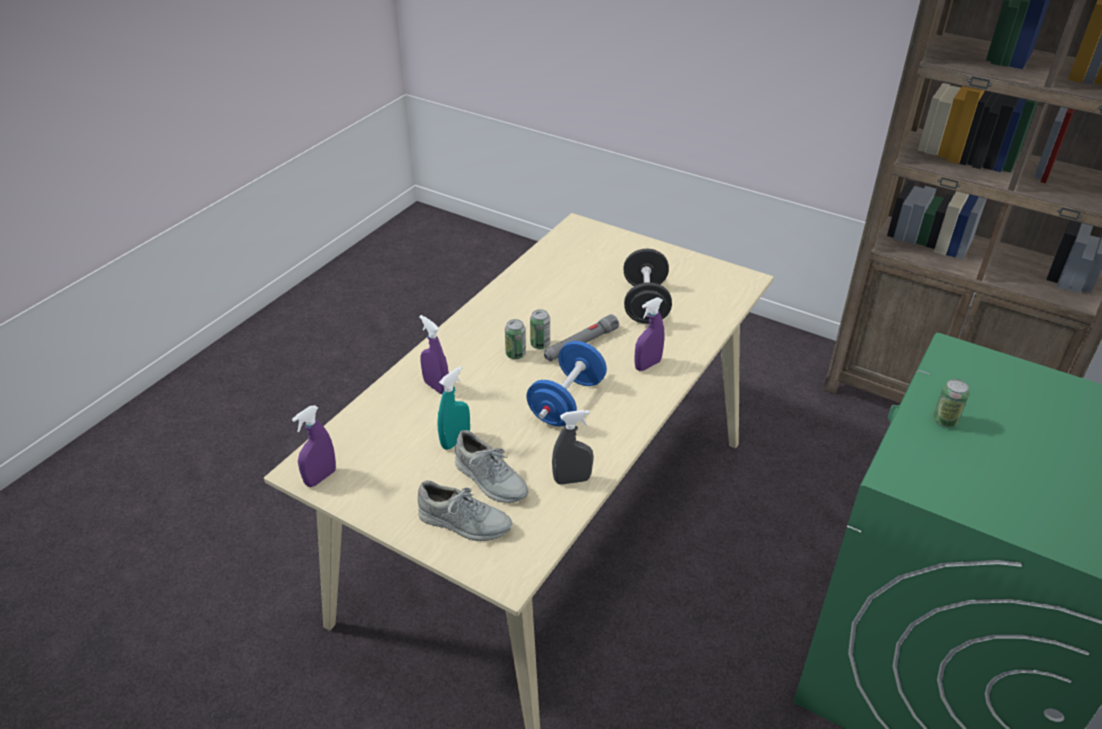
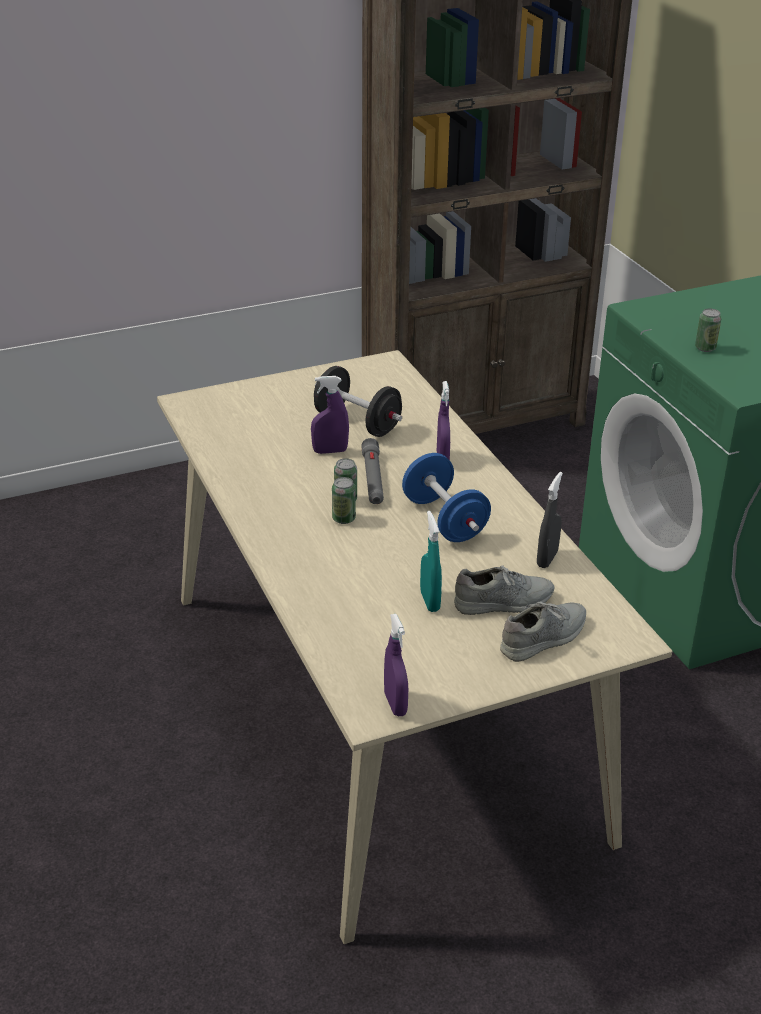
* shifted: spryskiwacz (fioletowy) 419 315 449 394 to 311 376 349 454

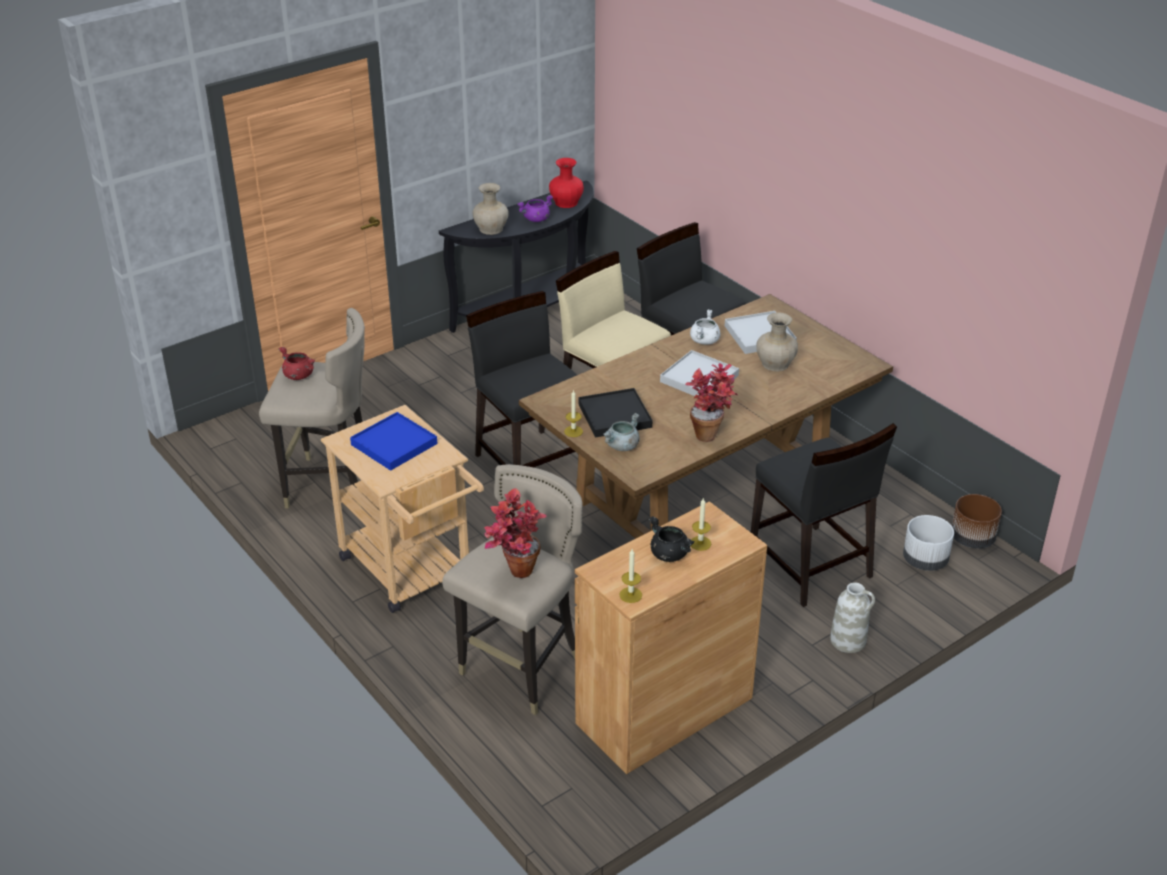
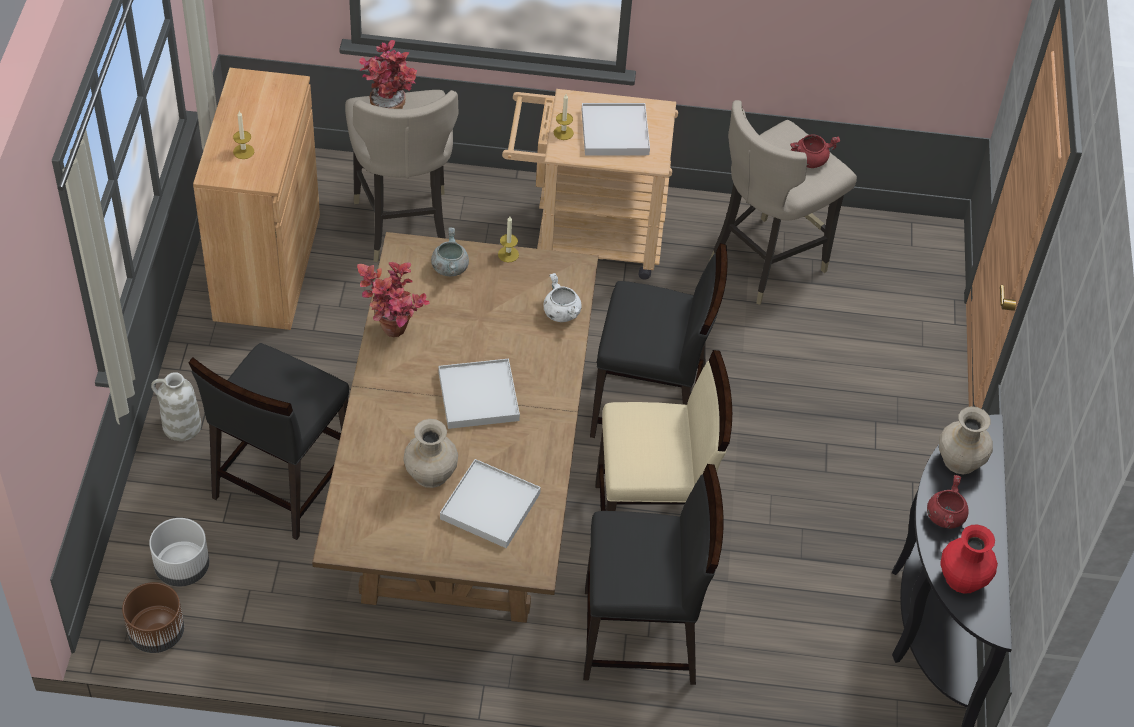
* repainted: taca (niebieski) 350 412 437 471 to taca (biały) 582 103 650 156
* repainted: garnek (fioletowy) 517 195 553 222 to garnek (czerwony) 927 475 969 529
* gone: taca (czarny) 579 388 652 438
* shifted: świeca 620 549 642 603 to 554 94 574 140
* gone: garnek (czarny) 649 516 695 562
* shifted: garnek (biały) 690 309 720 345 to 543 273 582 322
* rotated: krzesło (czarny) 751 423 897 607 = 189 343 349 540 75 degrees counterclockwise

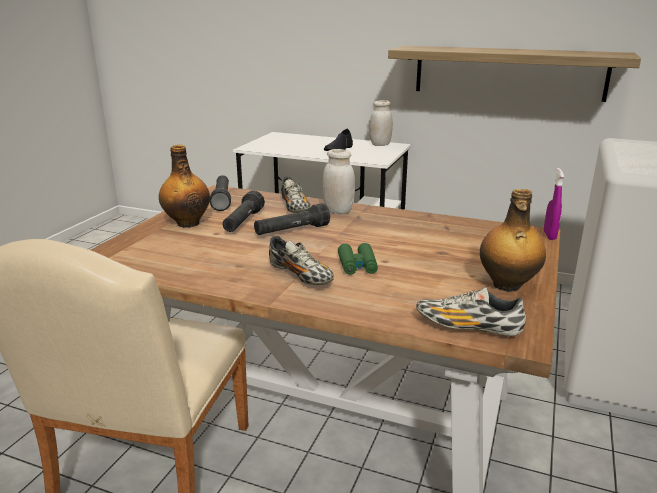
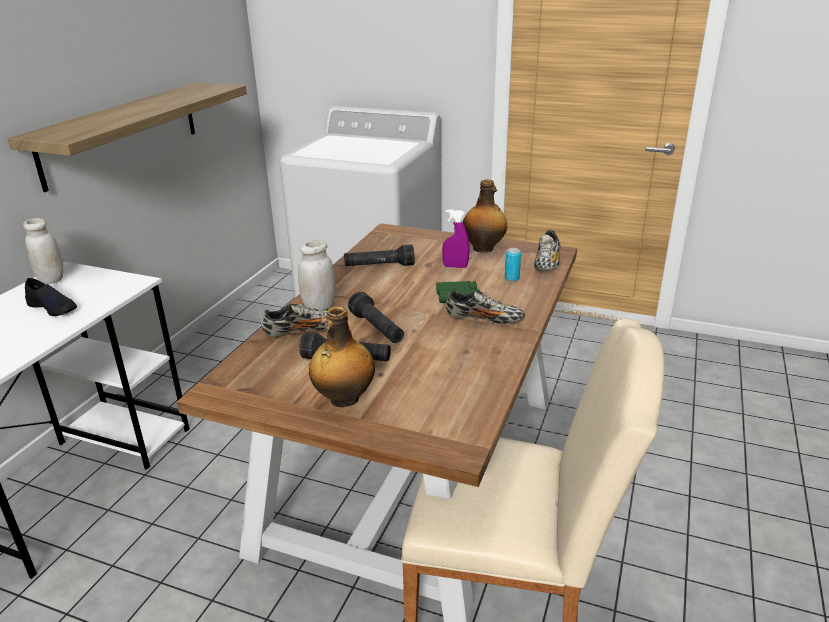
* shifted: latarka (czarny) 209 175 231 211 to 344 244 415 266
* rotated: but 269 236 334 285 = 446 290 525 324 60 degrees clockwise
* shifted: spryskiwacz (fioletowy) 544 168 564 240 to 442 209 469 268
* new: puszka 505 248 521 281

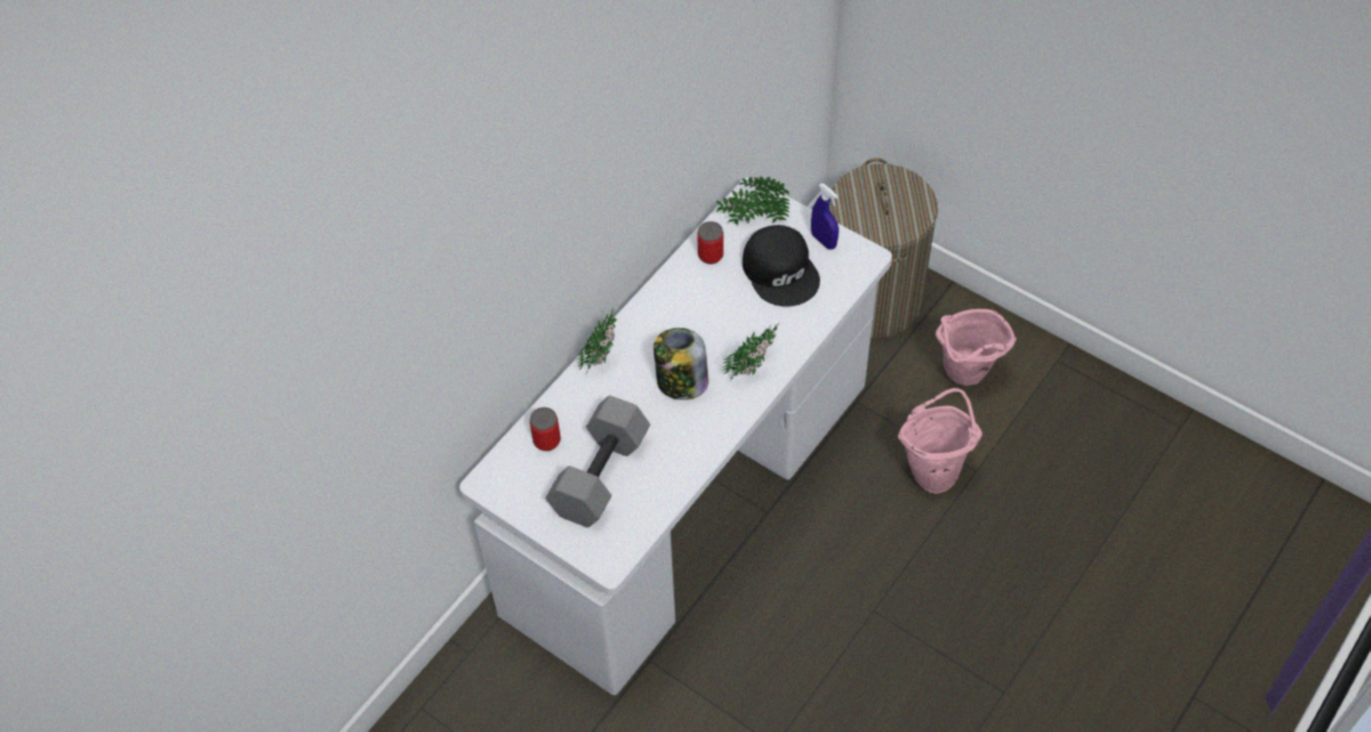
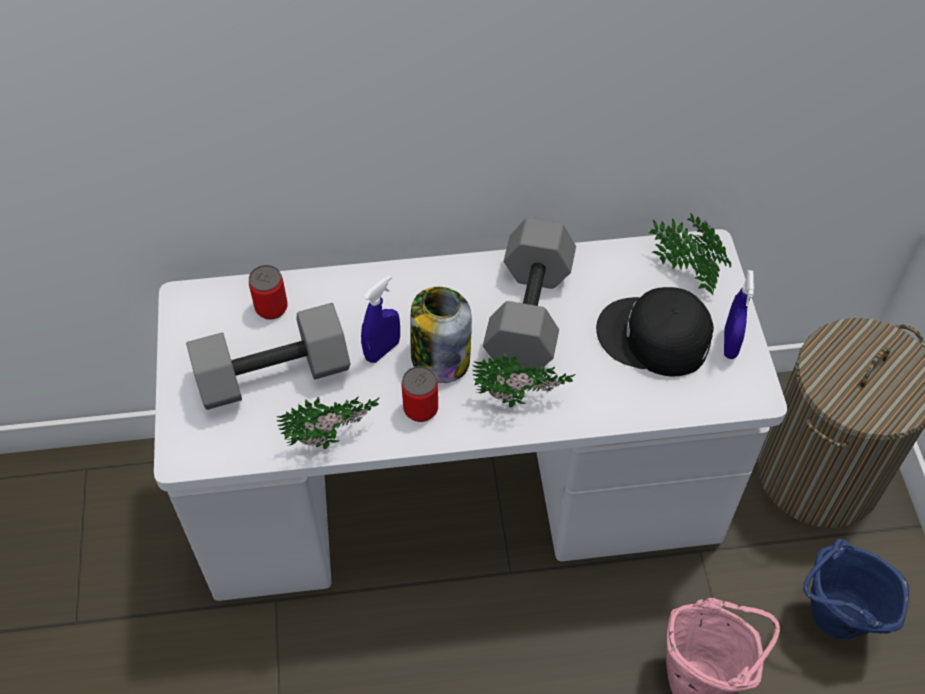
* shifted: roślina doniczkowa 577 308 617 376 to 276 396 380 449
* shifted: puszka 697 221 724 264 to 402 366 438 422
* rotated: czapka z daszkiem (czarny) 742 225 820 307 = 596 287 714 377 90 degrees clockwise
* repainted: wiadro (różowy) 935 309 1016 386 to wiadro (niebieski) 803 539 909 639
* new: spryskiwacz (niebieski) 361 275 400 363
* new: hantel (szary) 483 218 576 371

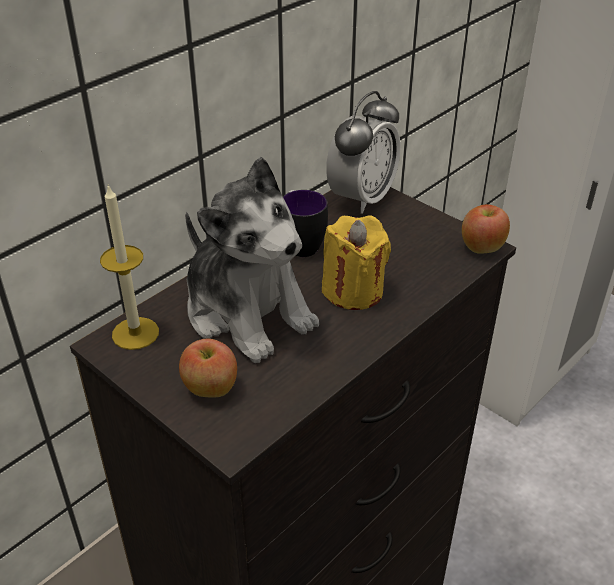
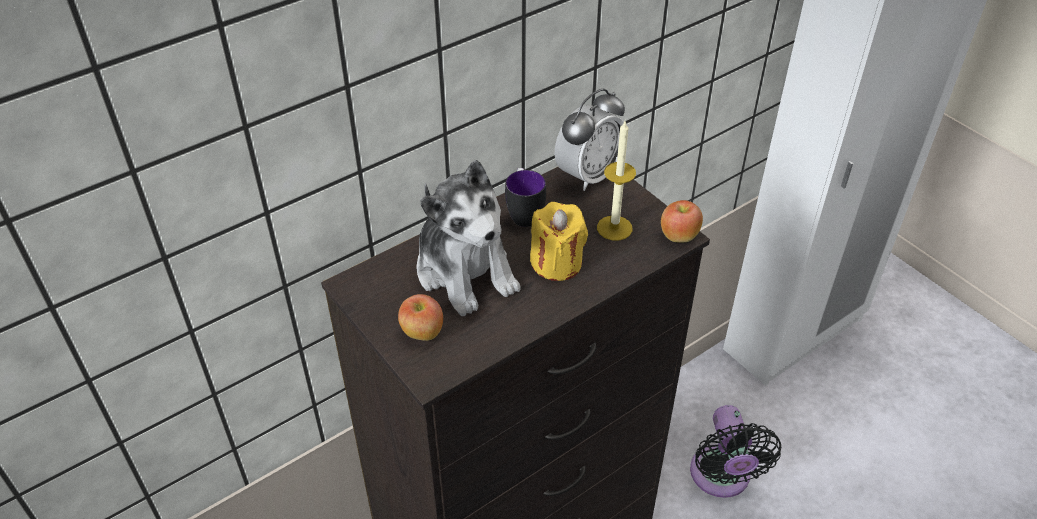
* shifted: świeca 100 184 159 350 to 597 121 636 241
* new: wentylator (czarny) 690 405 781 498

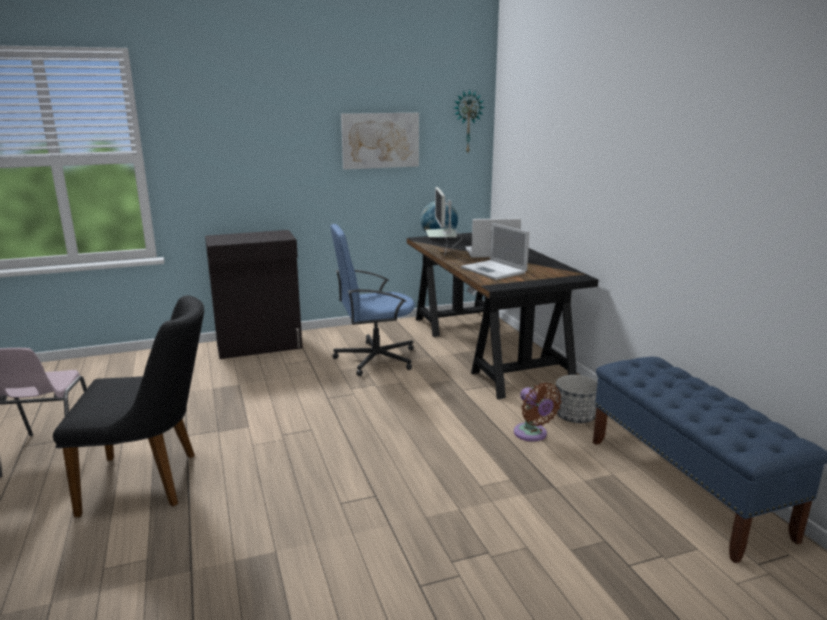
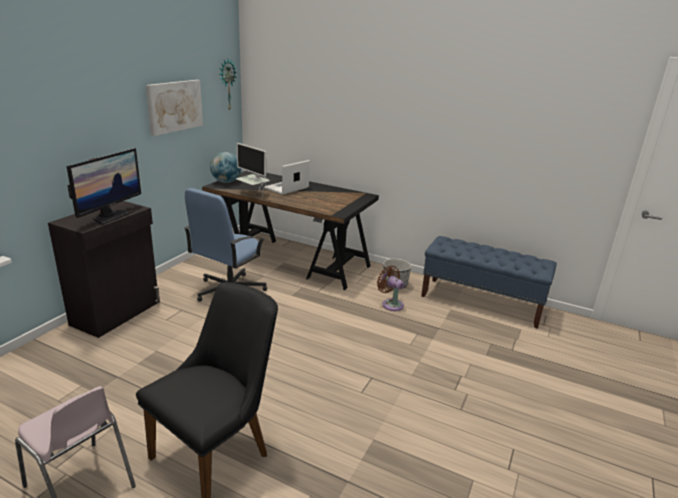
* gone: laptop 461 223 530 280
* rotated: wentylator (brązowy) 514 383 562 441 = 377 266 404 311 150 degrees counterclockwise
* new: monitor 67 148 141 225

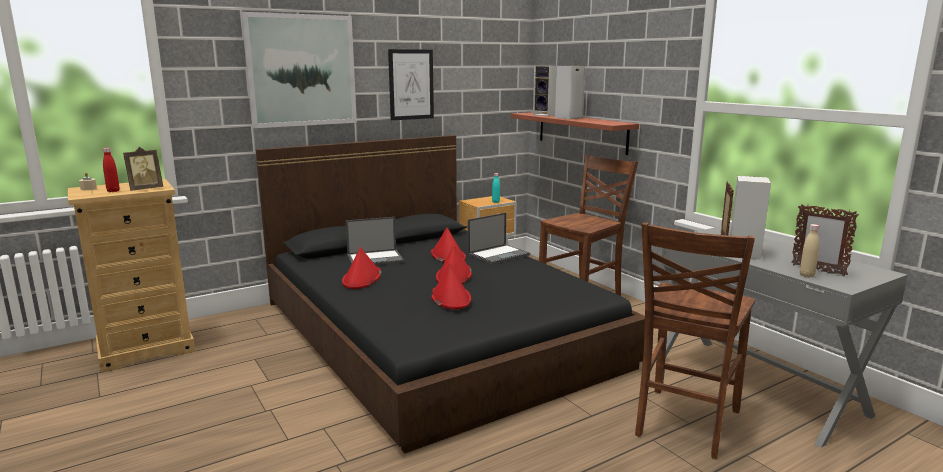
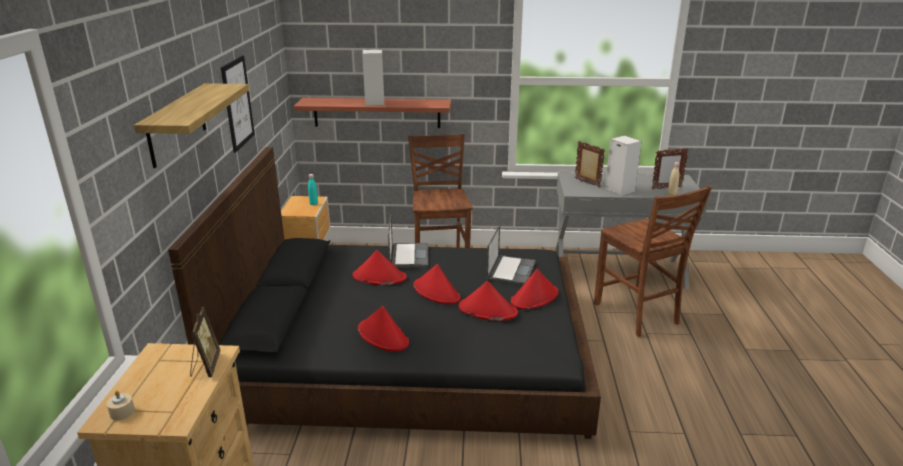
* gone: butelka (czerwony) 103 148 120 192
* swapped: obraz 241 12 357 128 to półka 134 83 249 168
* shifted: laptop 346 217 404 265 to 487 225 536 285
* gone: głośnik 533 65 562 116
* new: kapelusz (czerwony) 511 269 558 309

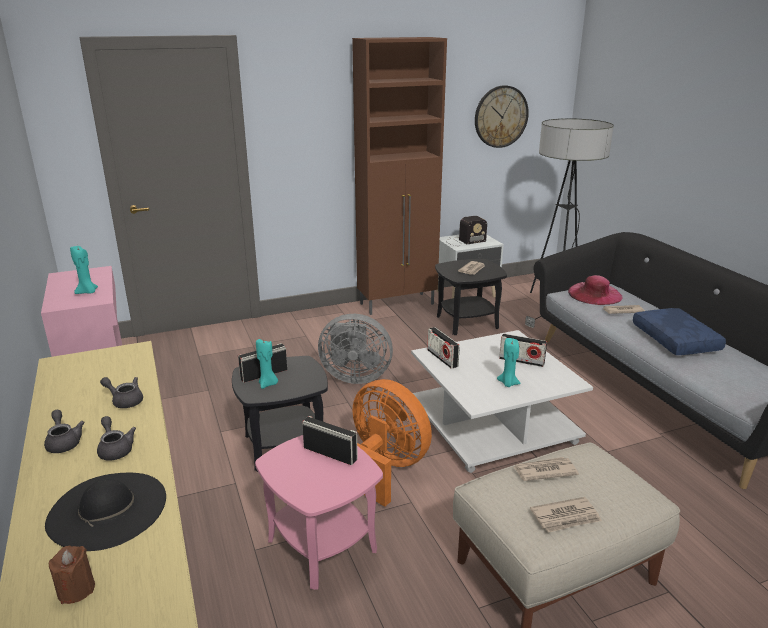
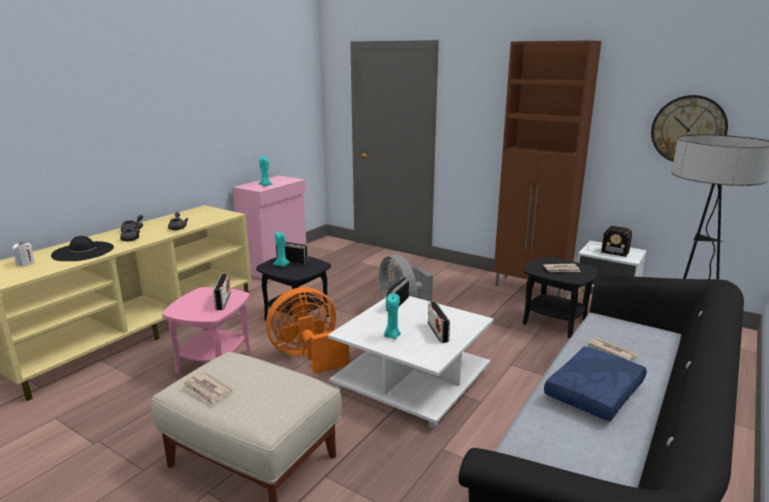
* repainted: świeca (brązowy) 49 546 95 604 to świeca (biały) 12 241 35 266
* rotated: wentylator (pomarańczowy) 353 379 432 507 = 266 287 350 374 120 degrees counterclockwise
* gone: gazeta 514 457 579 481
* gone: kapelusz (różowy) 568 275 622 305

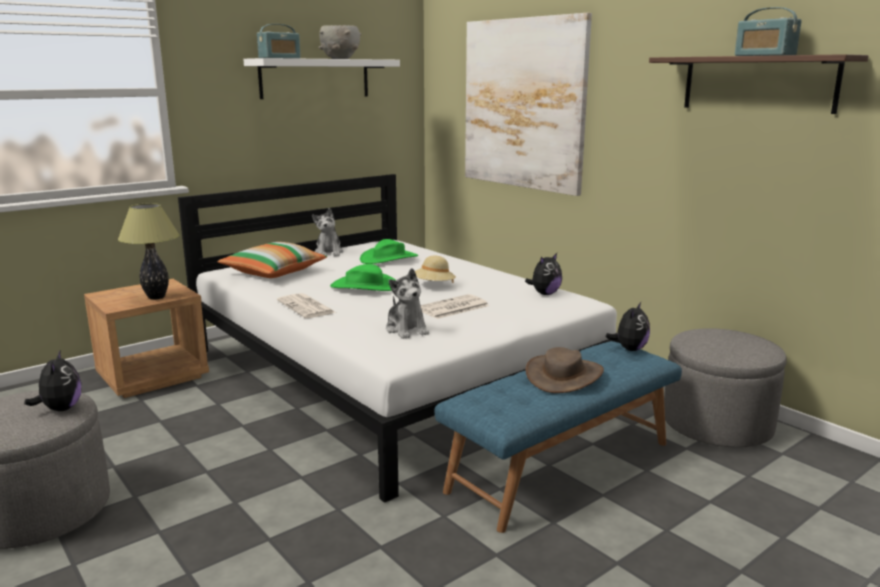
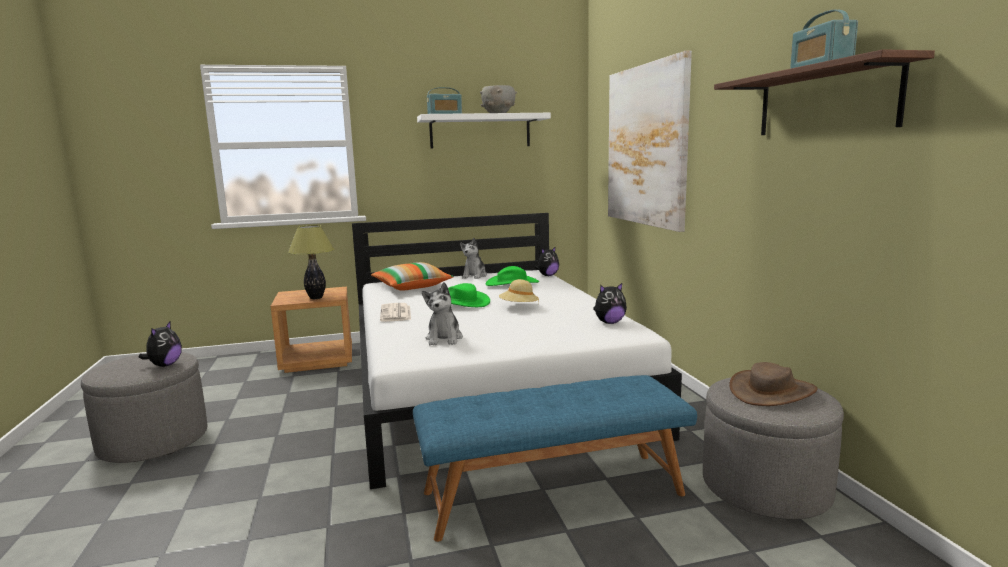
* gone: gazeta 421 294 489 319
* shifted: kapelusz (brązowy) 526 347 604 393 to 730 362 818 406
* shifted: pluszak 606 302 650 351 to 534 246 559 276

